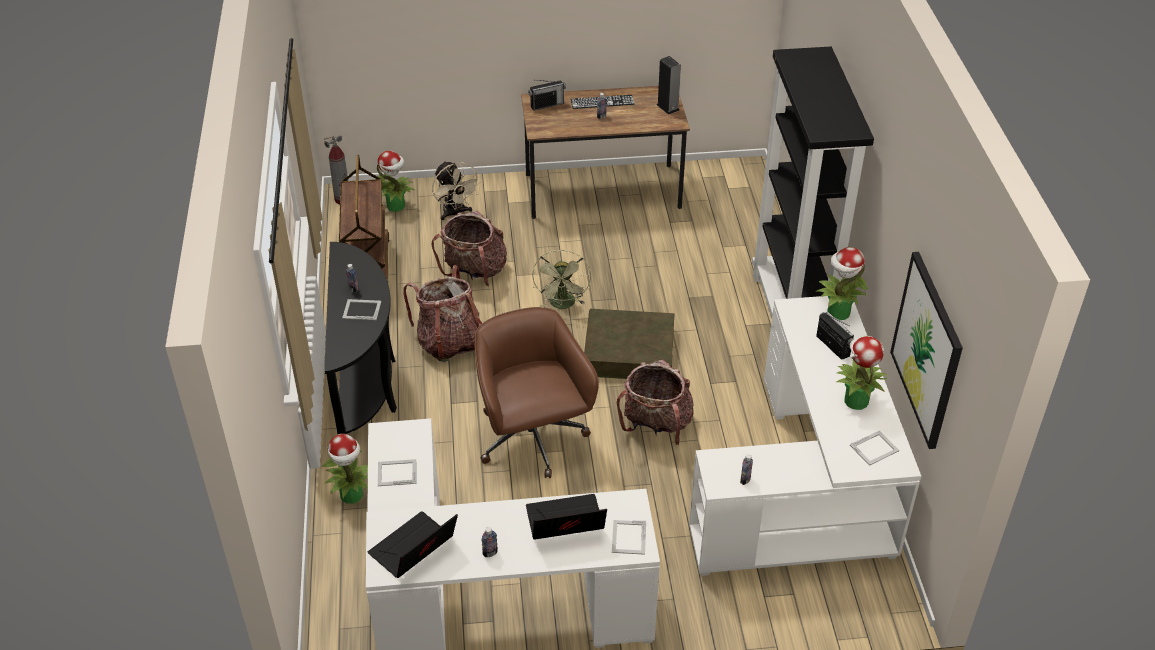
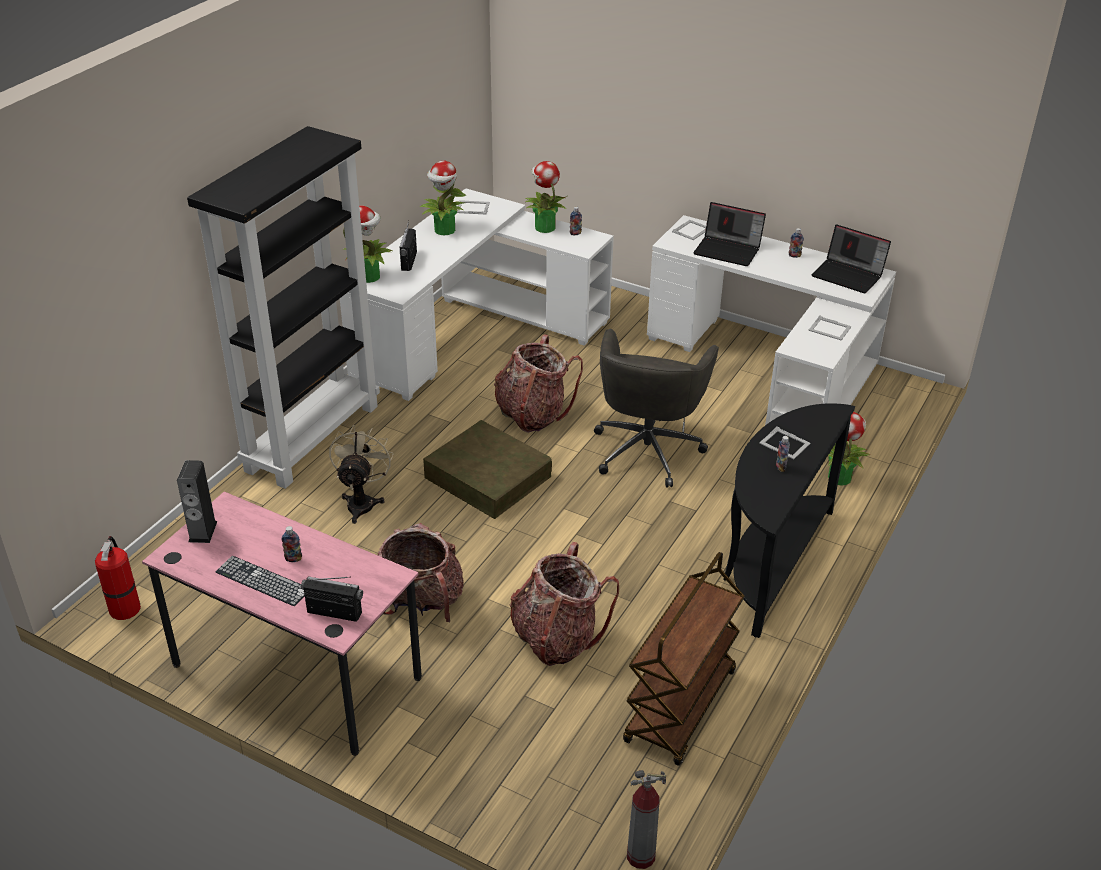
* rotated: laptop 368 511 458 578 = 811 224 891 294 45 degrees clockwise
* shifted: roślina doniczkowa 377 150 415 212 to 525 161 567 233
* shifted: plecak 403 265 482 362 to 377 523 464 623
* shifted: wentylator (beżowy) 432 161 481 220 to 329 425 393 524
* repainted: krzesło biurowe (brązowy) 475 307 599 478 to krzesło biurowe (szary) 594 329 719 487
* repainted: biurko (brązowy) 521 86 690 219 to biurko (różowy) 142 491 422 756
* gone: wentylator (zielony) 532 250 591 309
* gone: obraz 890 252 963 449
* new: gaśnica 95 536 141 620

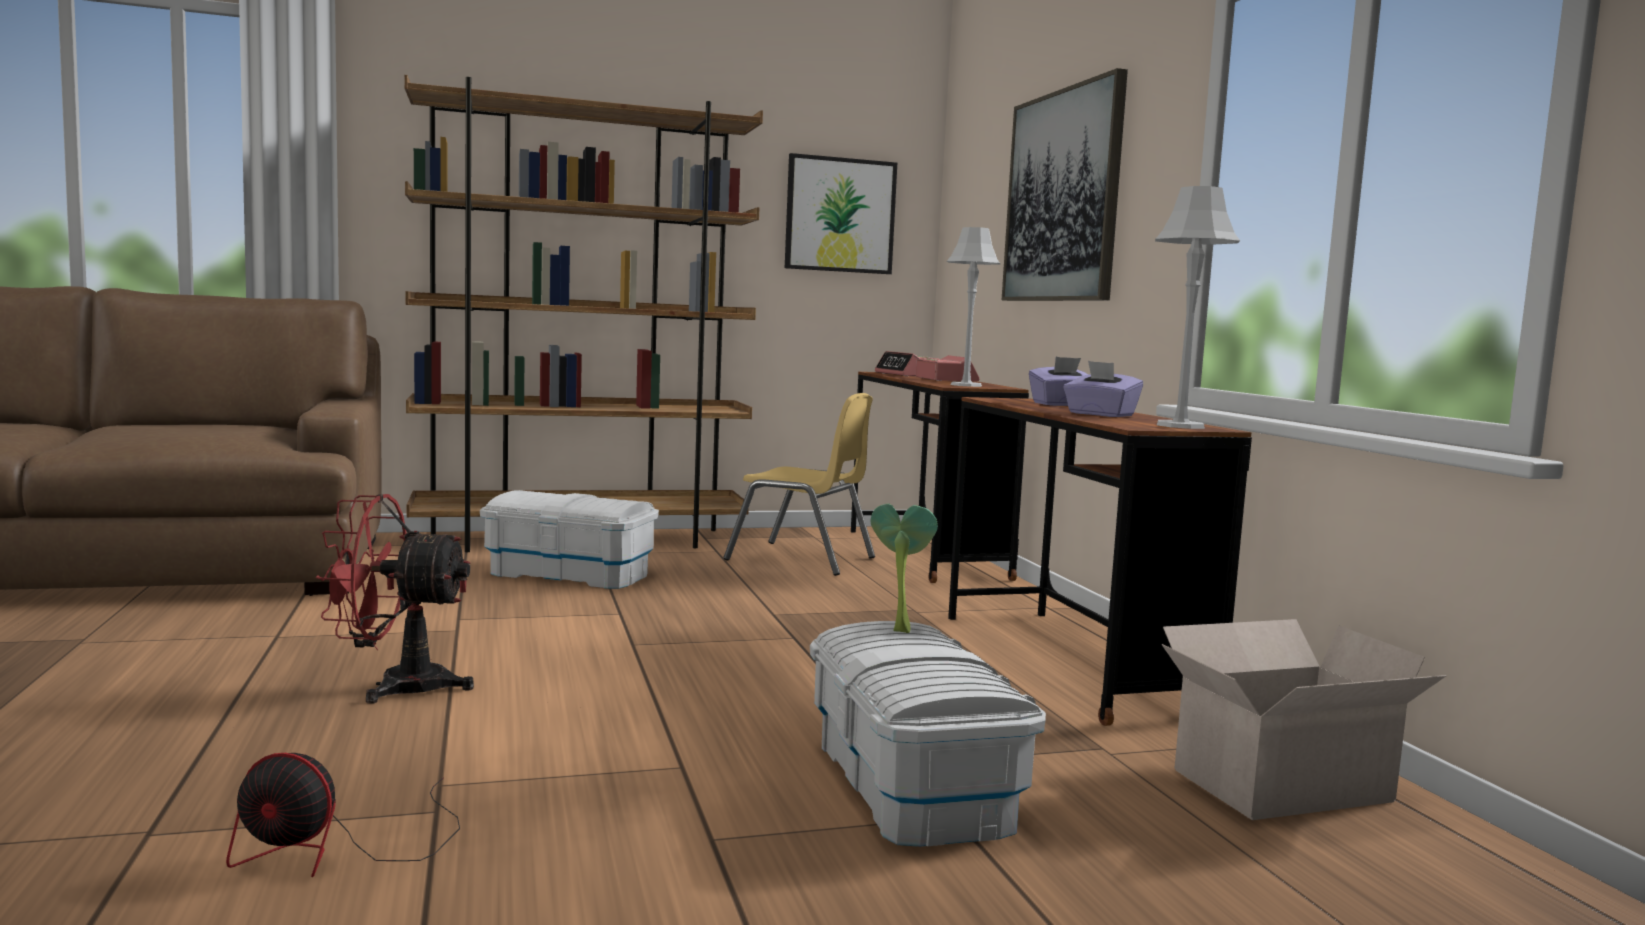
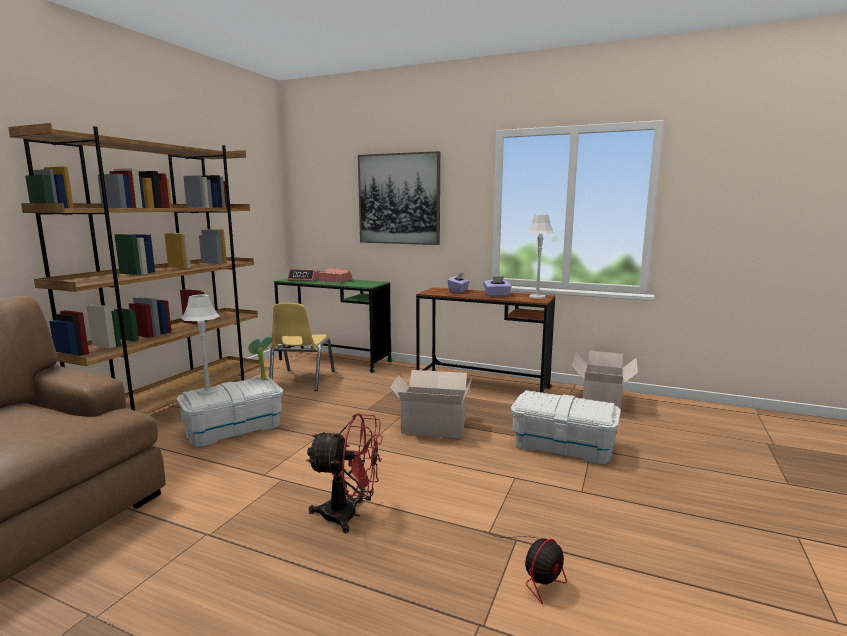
* rotated: wentylator (czerwony) 316 494 474 704 = 306 413 383 533 120 degrees counterclockwise
* rotated: krzesło (żółty) 723 393 875 576 = 269 303 335 391 120 degrees clockwise
* gone: obraz 785 153 897 274
* repainted: biurko (brązowy) 851 372 1029 583 to biurko (zielony) 274 278 392 373
* shifted: roślina doniczkowa 871 504 938 633 to 248 337 272 381
* shifted: lampa stołowa (szary) 947 227 1000 387 to 181 295 220 395
* new: karton 390 370 472 439

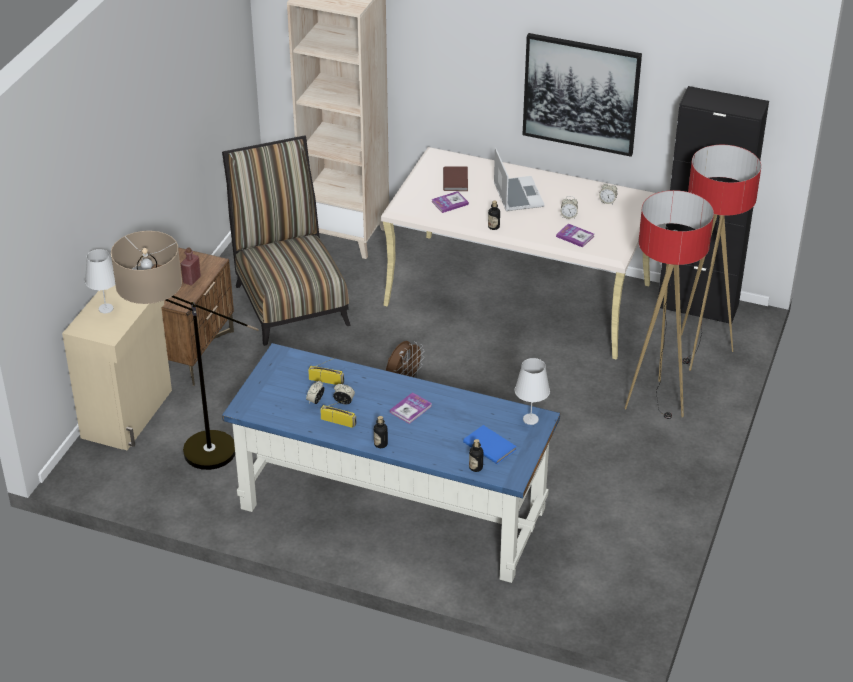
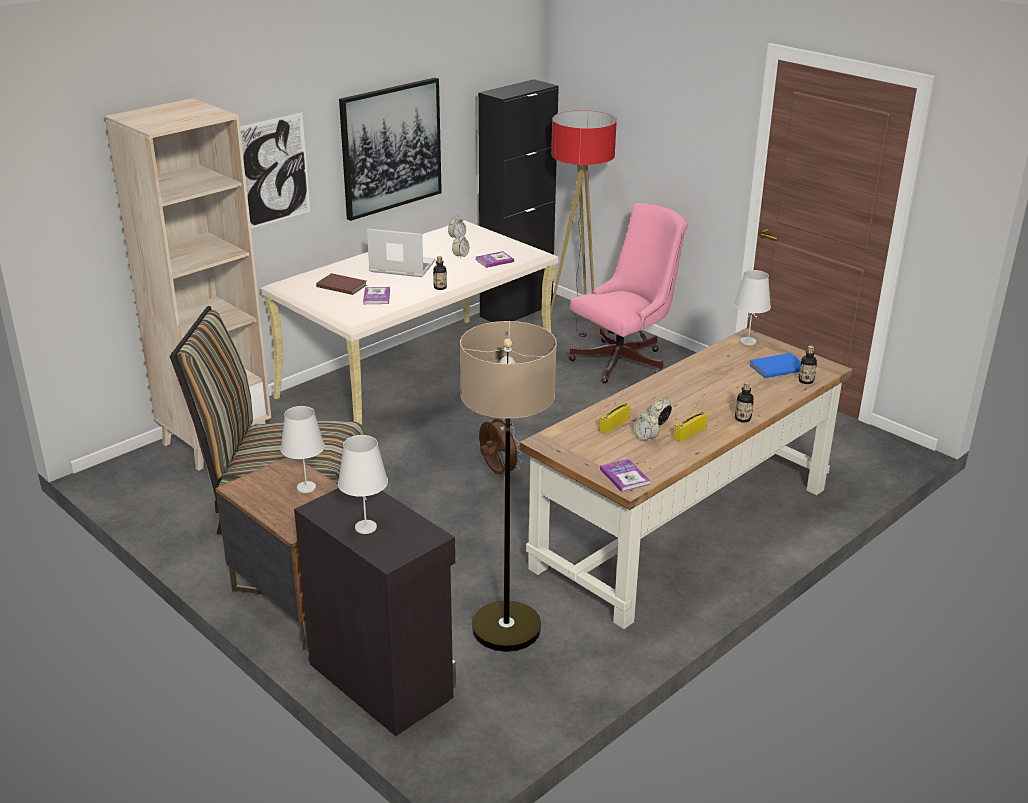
* repainted: szafka (beżowy) 62 286 172 450 to szafka (czarny) 294 488 456 736
* swapped: butelka (czerwony) 181 247 201 285 to lampa stołowa (biały) 281 406 325 493
* repainted: biurko (niebieski) 222 343 560 583 to biurko (brązowy) 519 328 853 629
* shifted: książka 390 392 432 424 to 600 459 651 492
* swapped: lampa stojąca 625 190 714 419 to krzesło biurowe (różowy) 569 203 688 383
* new: obraz 240 113 310 228

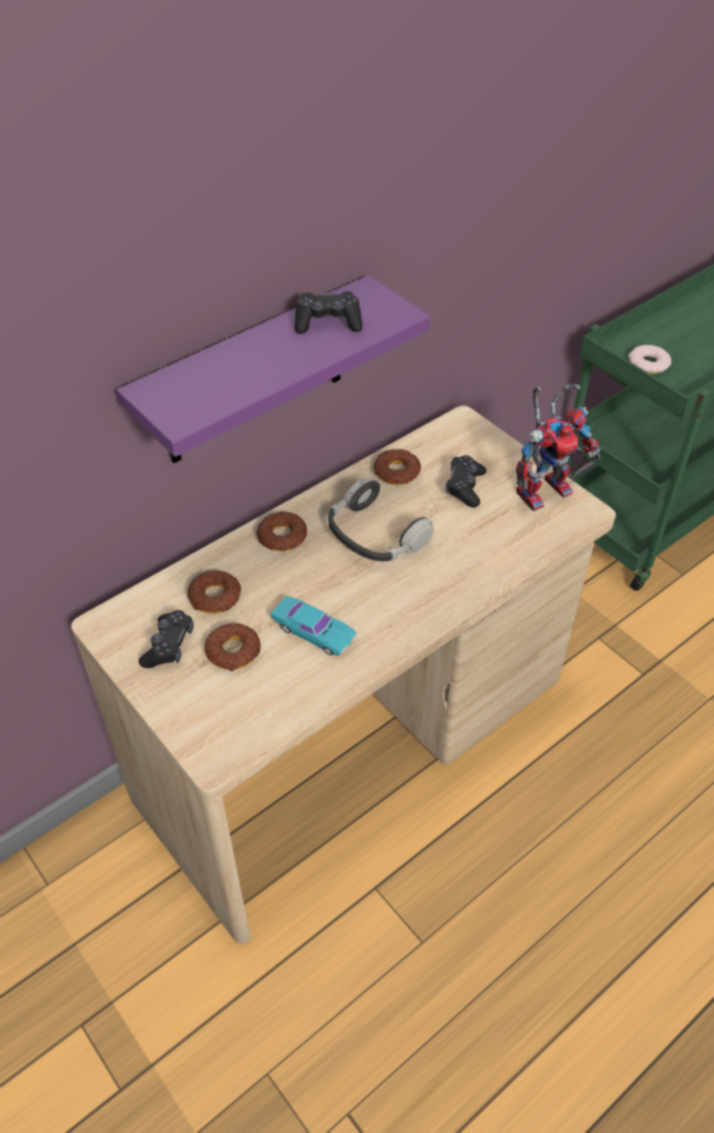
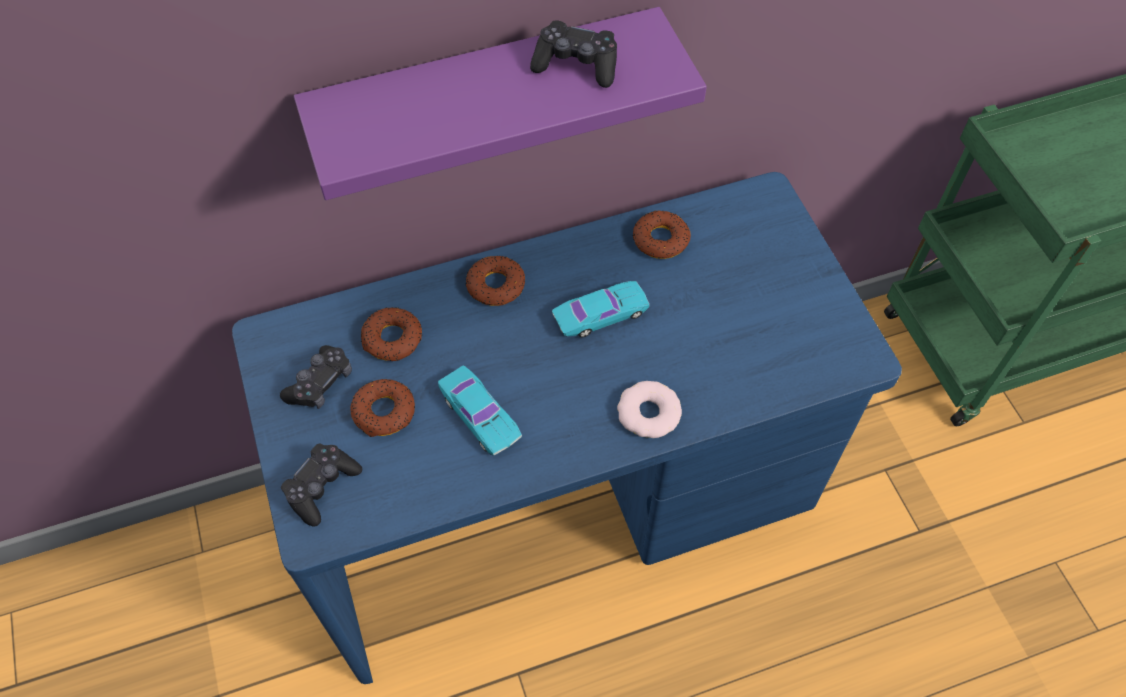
* repainted: biurko (beżowy) 71 406 616 944 to biurko (niebieski) 232 172 902 684
* swapped: słuchawki 328 479 434 561 to samochodzik (turkusowy) 552 281 650 337
* shifted: pad do gier (czarny) 446 455 487 507 to 281 444 362 527
* gone: robot zabawkowy 516 384 601 511
* shifted: donut 628 345 671 374 to 617 381 682 438

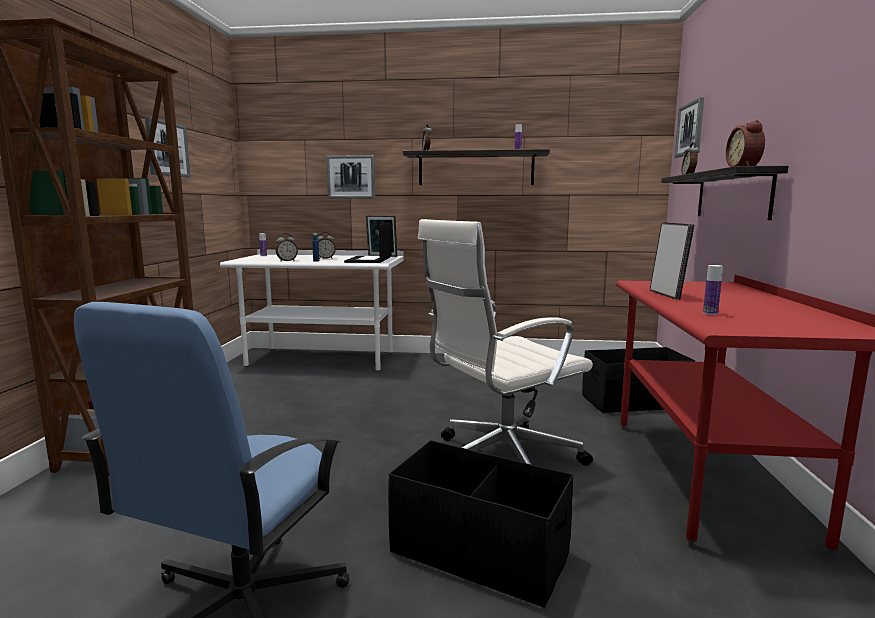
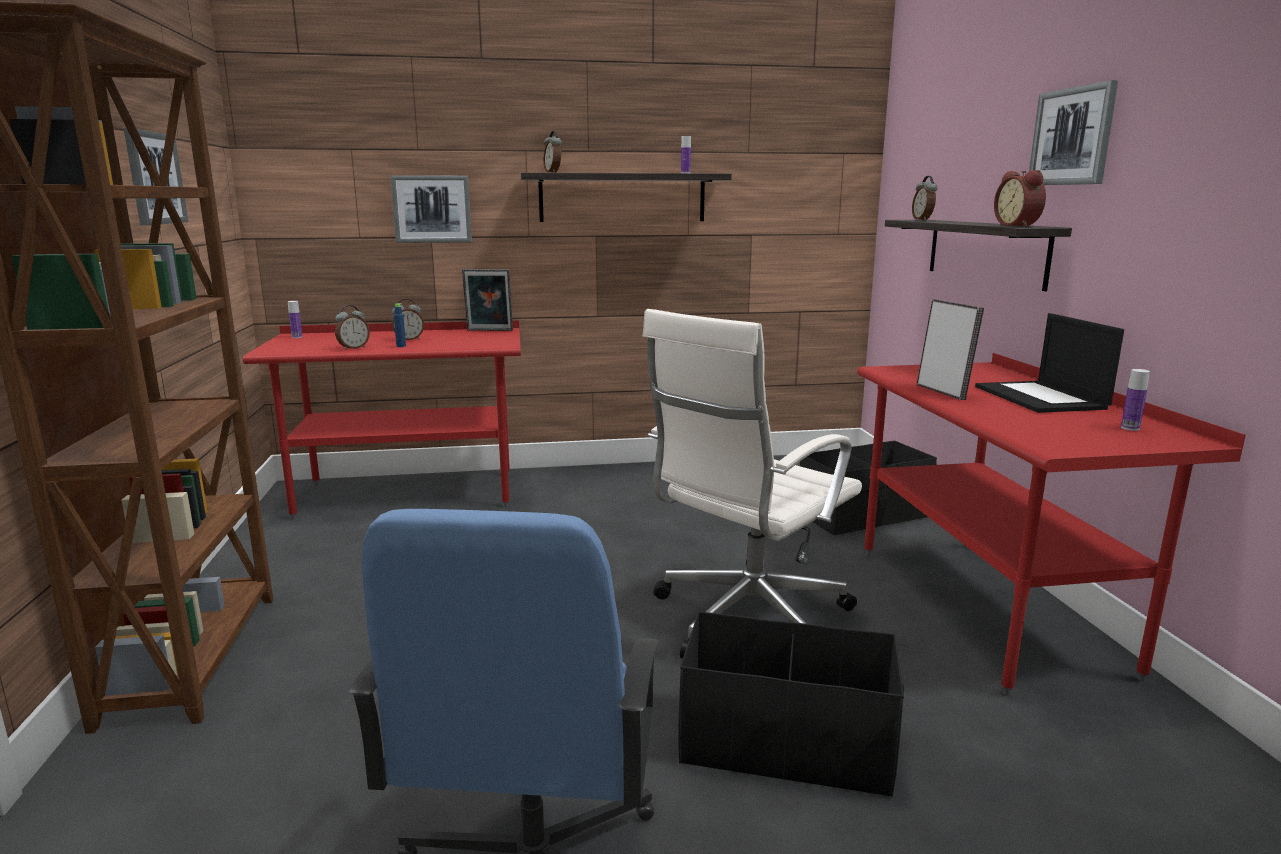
* repainted: biurko (biały) 220 250 403 374 to biurko (czerwony) 243 320 521 519
* shifted: laptop 344 223 392 263 to 975 313 1124 413
* shifted: obraz 675 97 704 158 to 1029 80 1118 185
* shifted: butelka 703 265 723 315 to 1121 369 1150 431

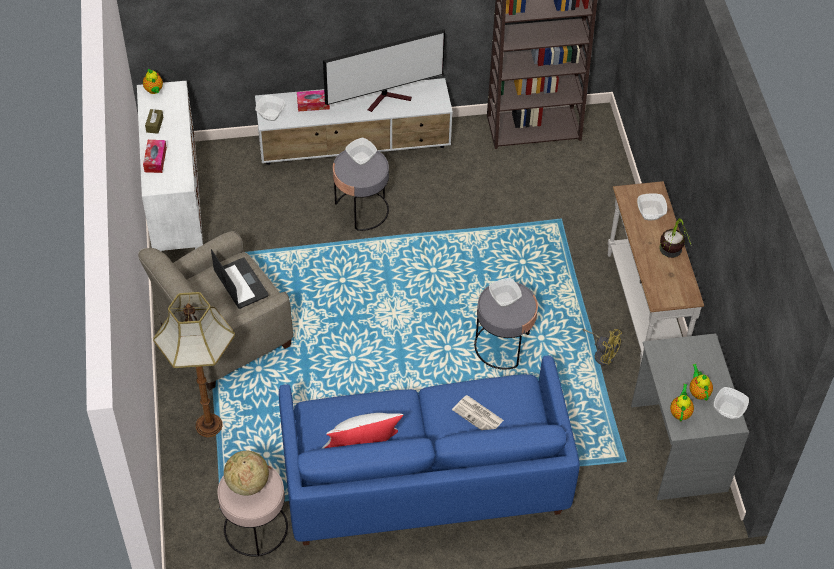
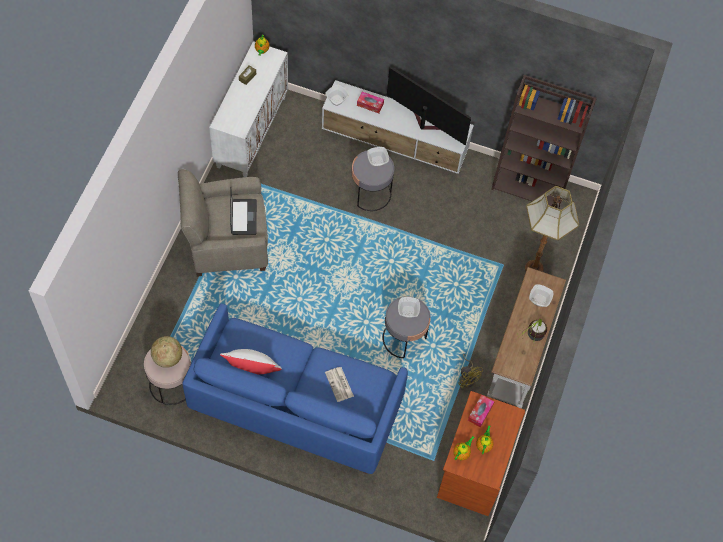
* shifted: pudełko chusteczek 143 140 167 173 to 468 395 494 428
* shifted: lampa stojąca 153 292 235 437 to 525 186 579 272
* rotated: telewizor 323 29 445 112 = 387 67 471 146 150 degrees counterclockwise
* repainted: biurko (szary) 631 333 749 500 to biurko (brązowy) 437 391 525 516
* gone: miska 714 387 749 420

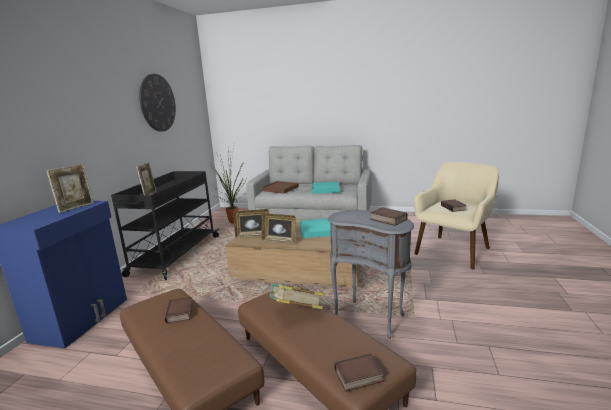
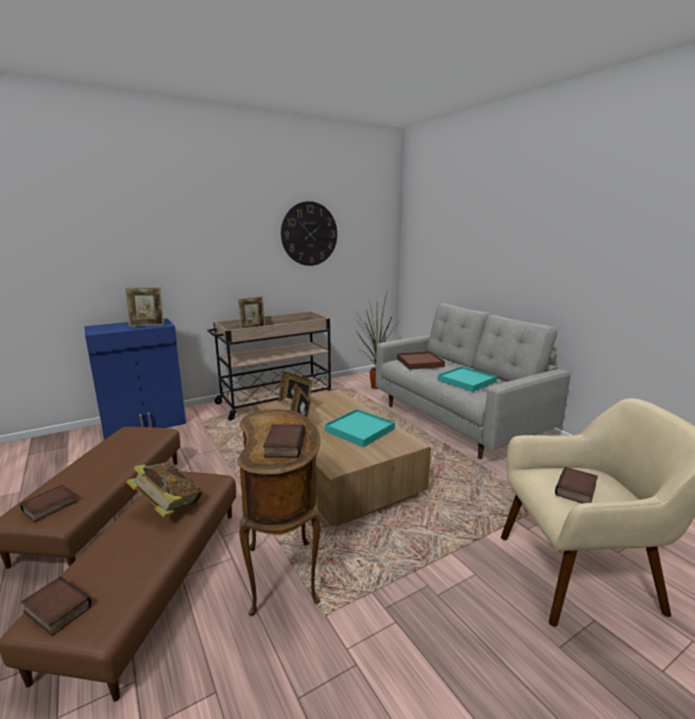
* repainted: wózek (czarny) 111 171 219 280 to wózek (beżowy) 207 311 335 420
* shifted: książka 165 297 193 323 to 20 485 77 522
* repainted: stolik (szary) 328 210 414 339 to stolik (brązowy) 237 409 321 616

